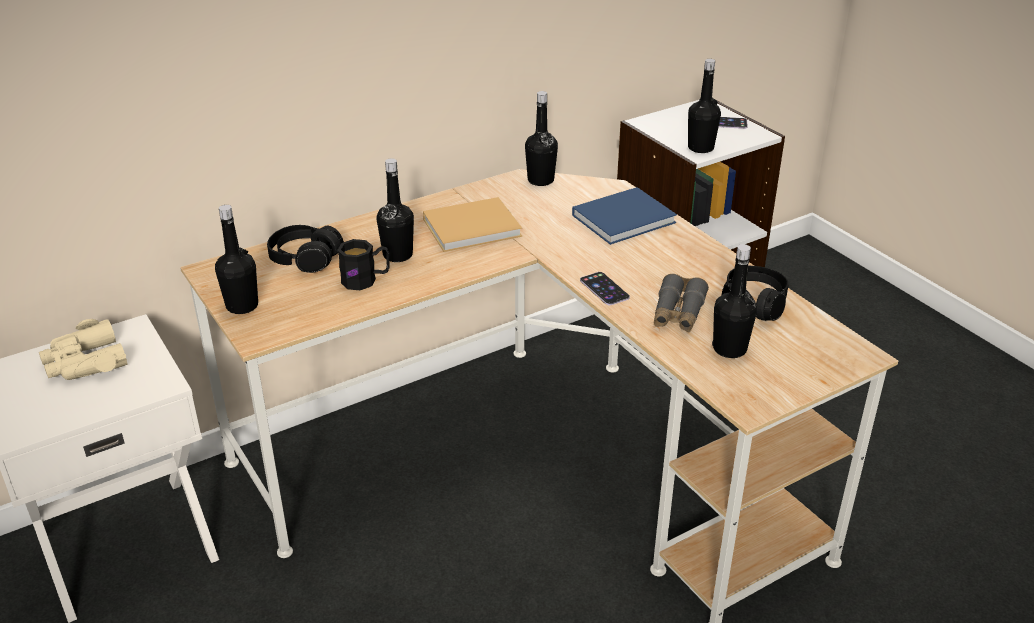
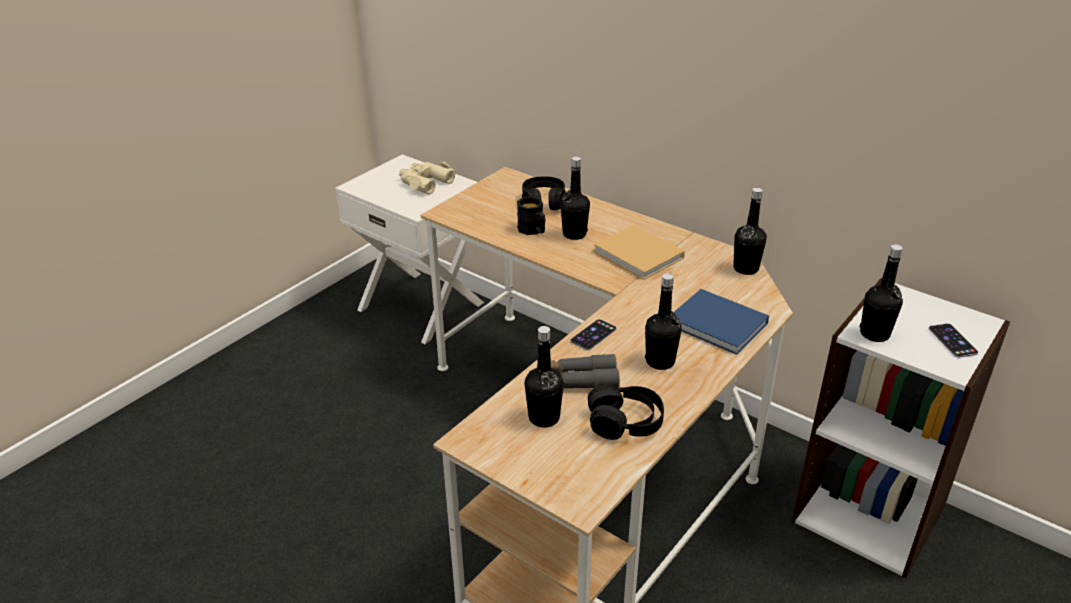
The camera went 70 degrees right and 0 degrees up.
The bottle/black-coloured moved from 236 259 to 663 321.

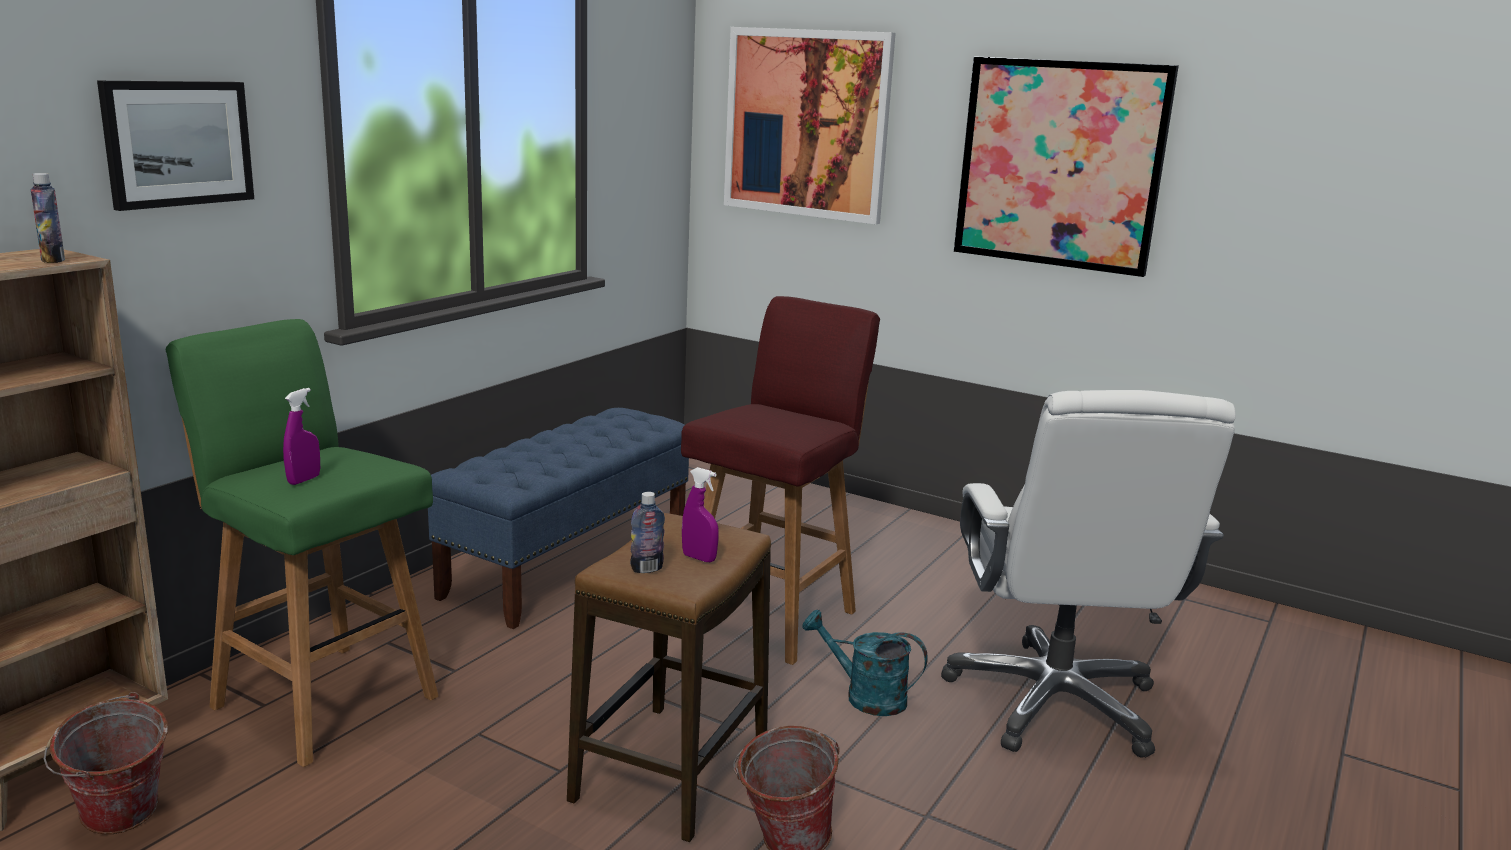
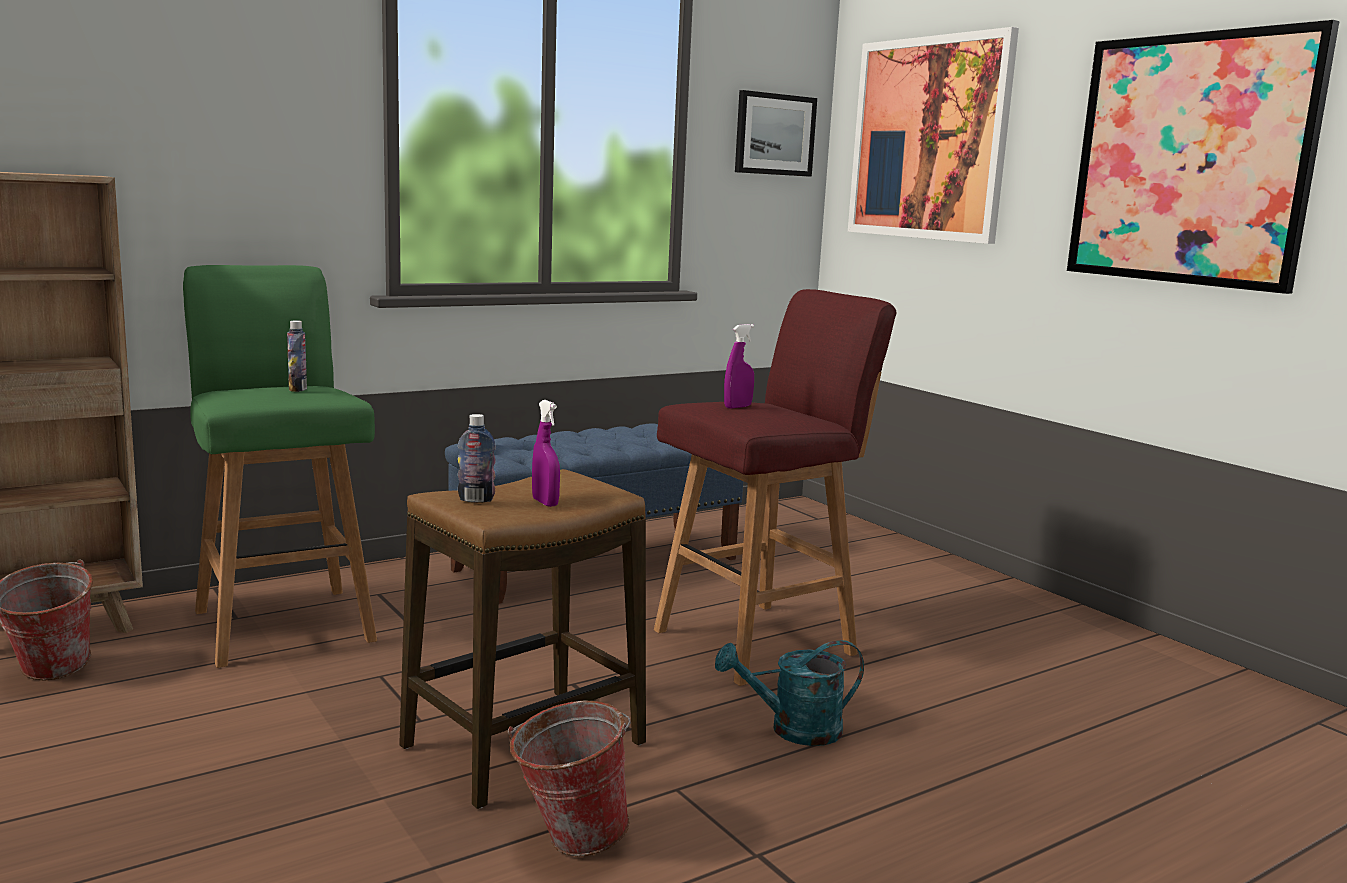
The camera went 25 degrees right and 5 degrees down.
The wall picture moved from 175 146 to 776 133.
The bottle moved from 47 218 to 297 356.
The sprayer/purplish moved from 301 436 to 739 366.
The office chair/whitish at 1088 574 disappeared.
The sprinkling can/turquoise at 865 662 turned 60 degrees counterclockwise.

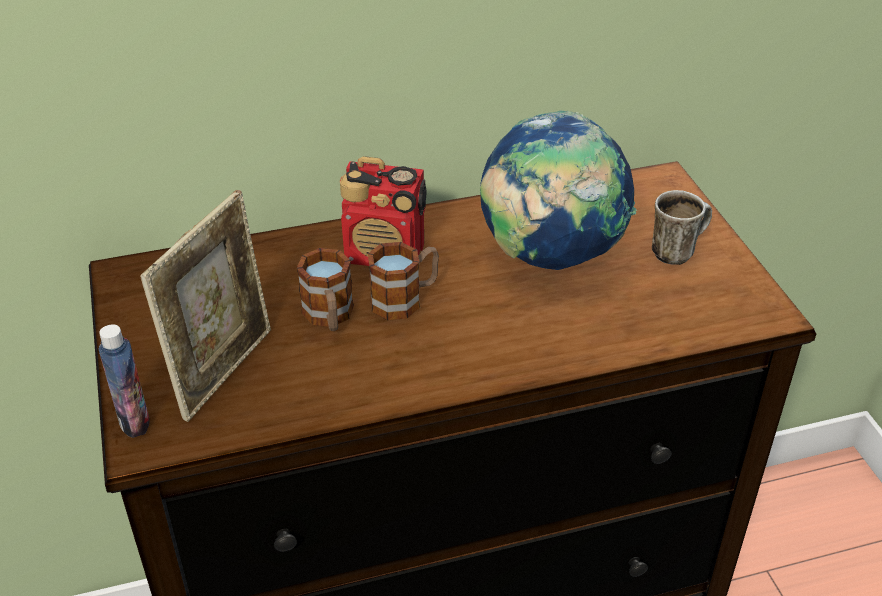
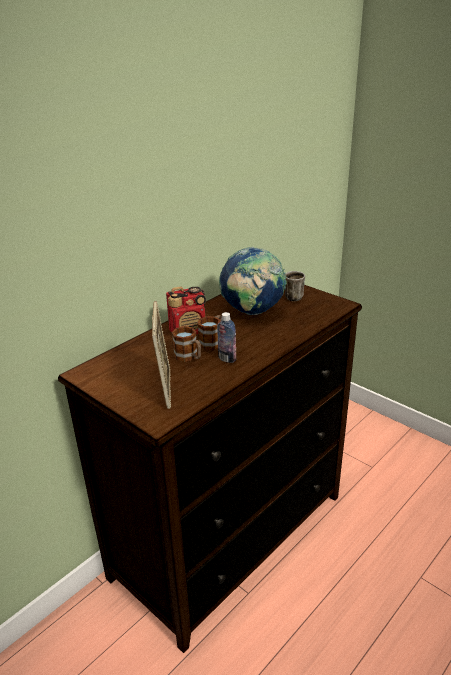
The camera went 30 degrees left and 10 degrees down.
The bottle moved from 124 381 to 226 337.

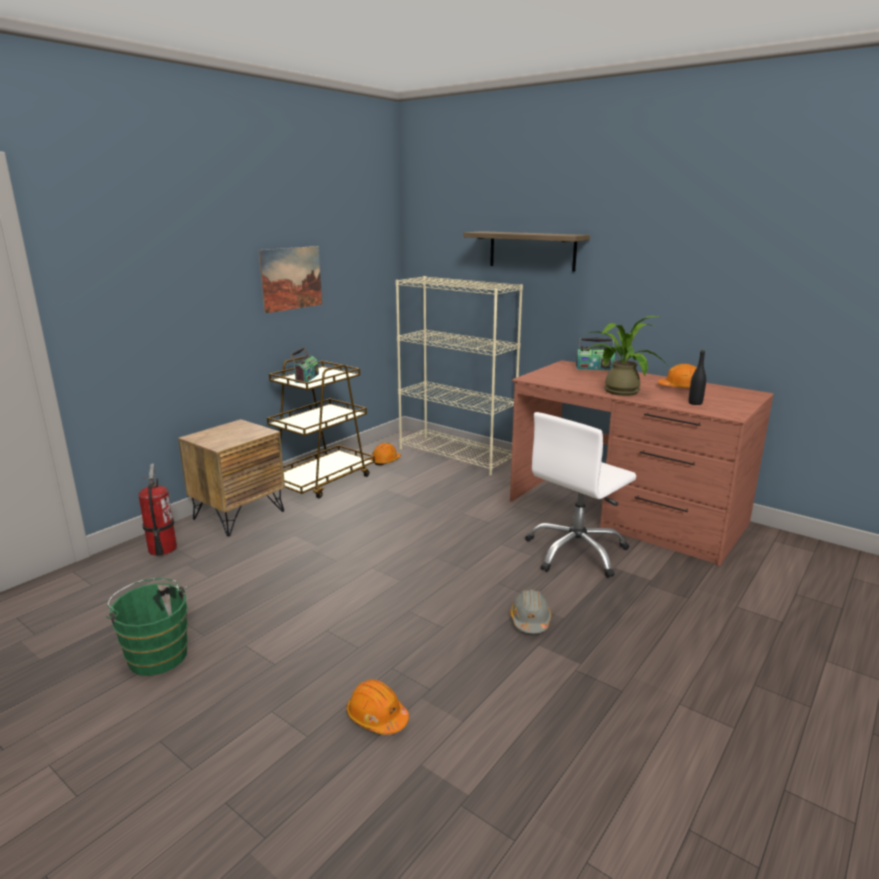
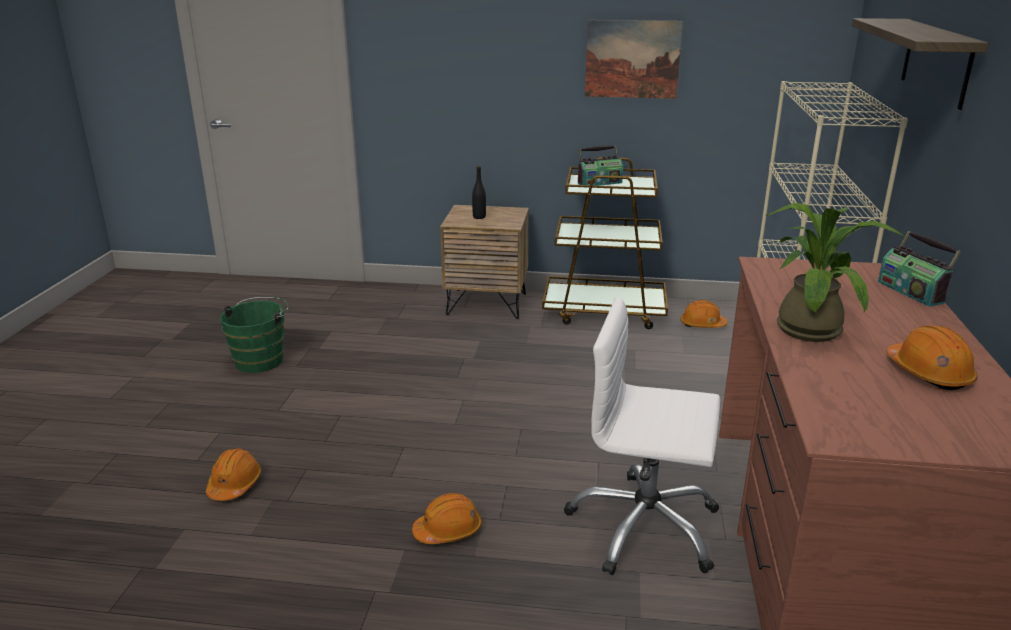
The camera went 60 degrees right and 5 degrees up.
The bottle/black-coloured moved from 697 377 to 479 192.
The extinguisher at 157 509 disappeared.
The safety helmet/greyish at 531 611 became the safety helmet/orange at 447 518.

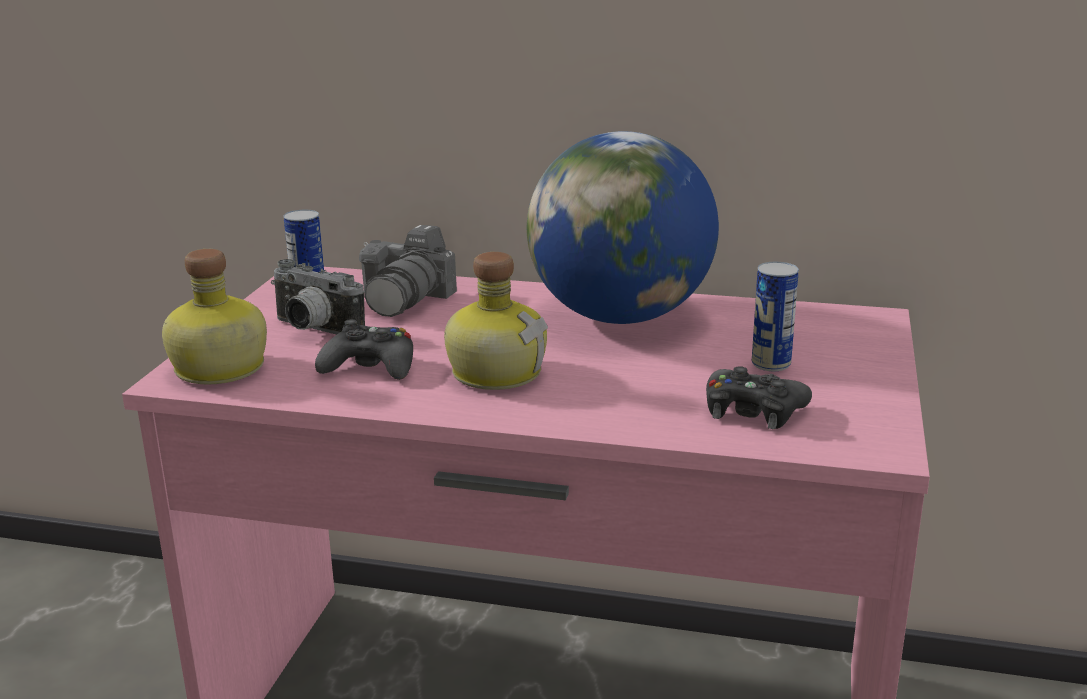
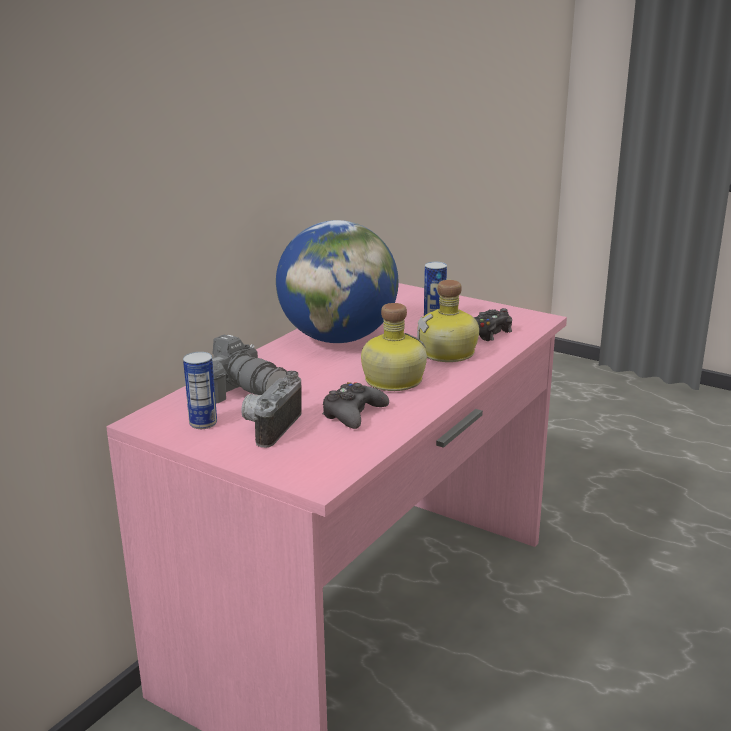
The camera went 70 degrees left and 0 degrees up.
The bottle moved from 214 317 to 448 321.
The photo camera at 318 297 turned 150 degrees clockwise.

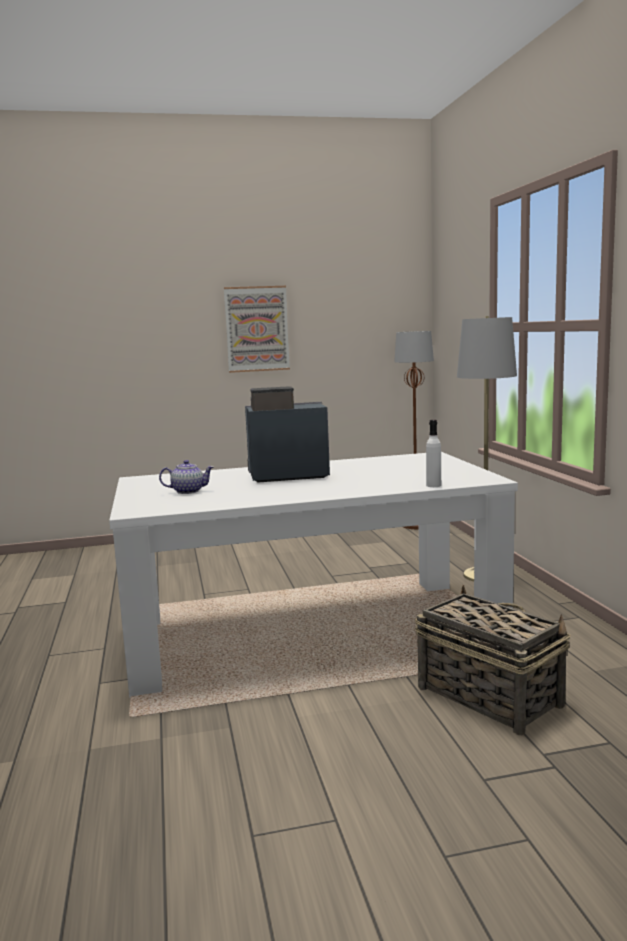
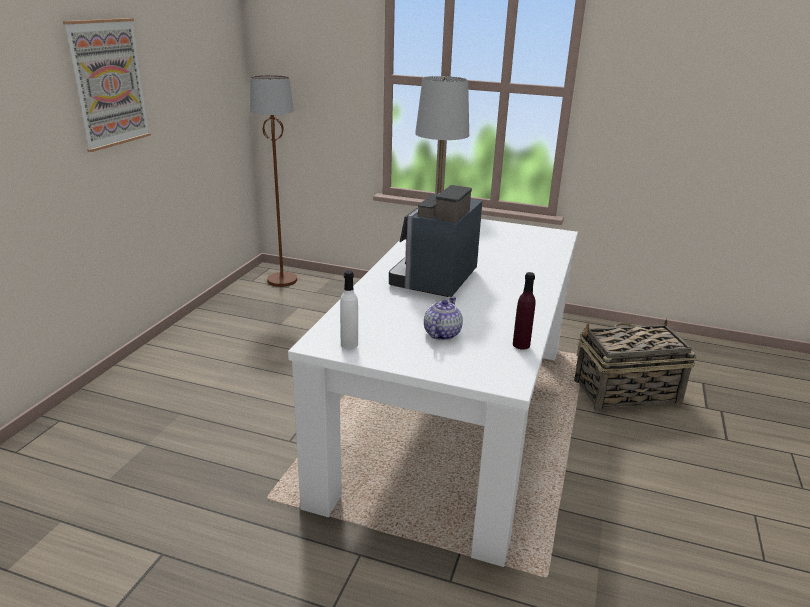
The camera went 60 degrees left and 15 degrees up.
The bottle/whitish moved from 433 453 to 349 309.
The bottle/purplish at 524 311 appeared.

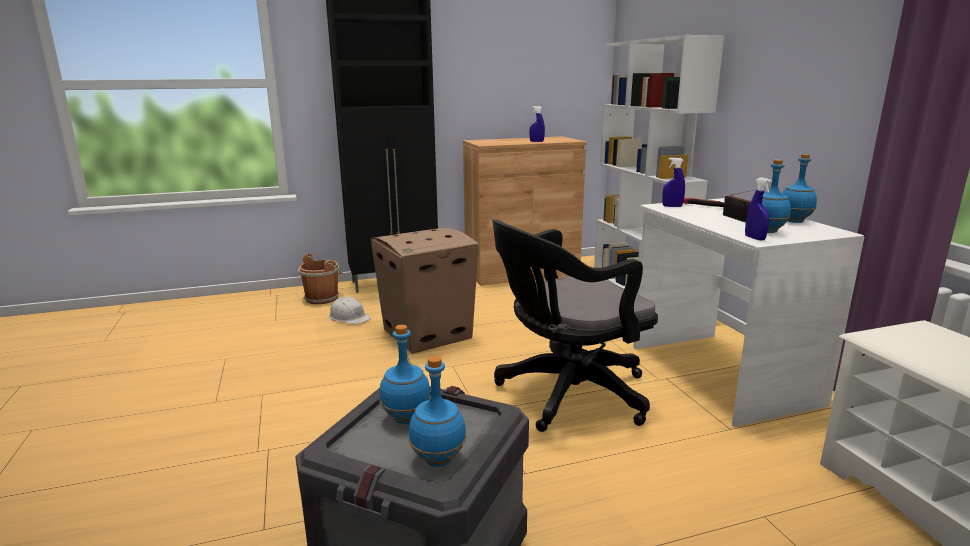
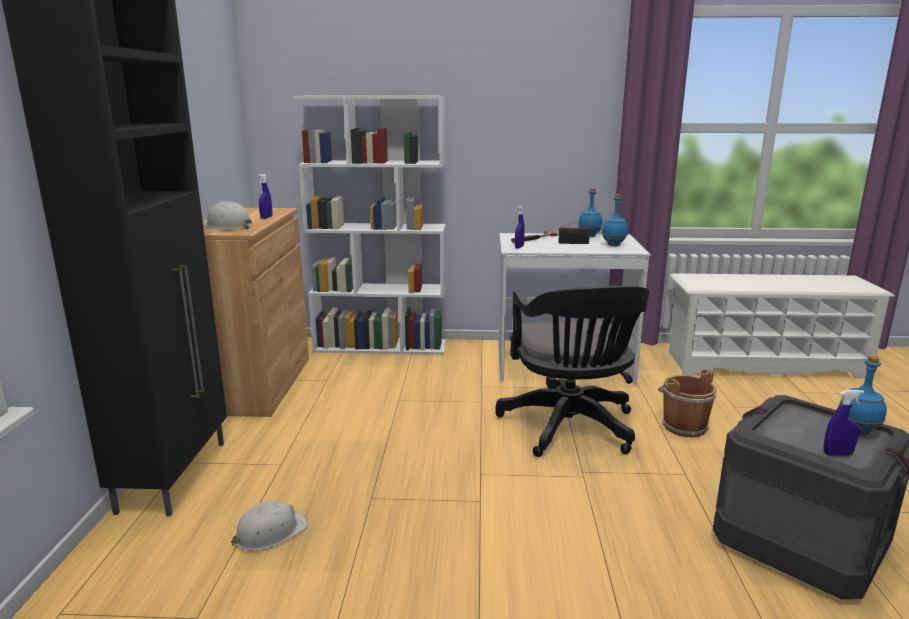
The camera went 70 degrees left and 0 degrees up.
The sprayer/blue moved from 758 208 to 844 423.
The cardboard box at 425 291 disappeared.
The pail/brown moved from 319 278 to 687 403.
The bottle/blue at 405 374 disappeared.
The safety helmet/whitish at 228 215 appeared.

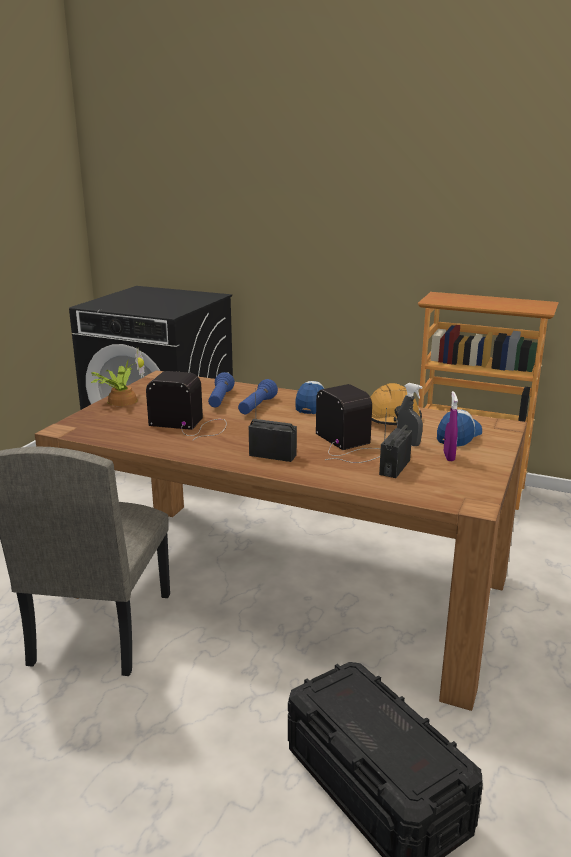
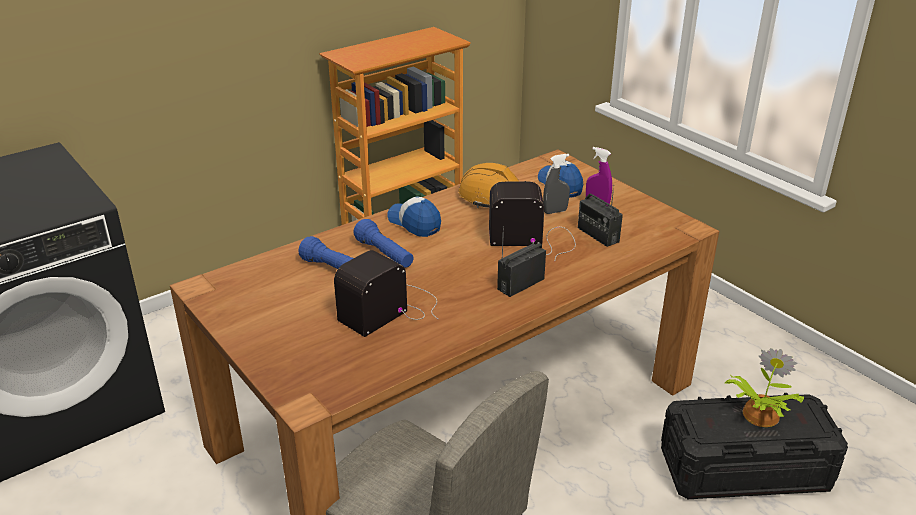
The camera went 60 degrees left and 10 degrees up.
The potted plant moved from 118 377 to 764 387.

